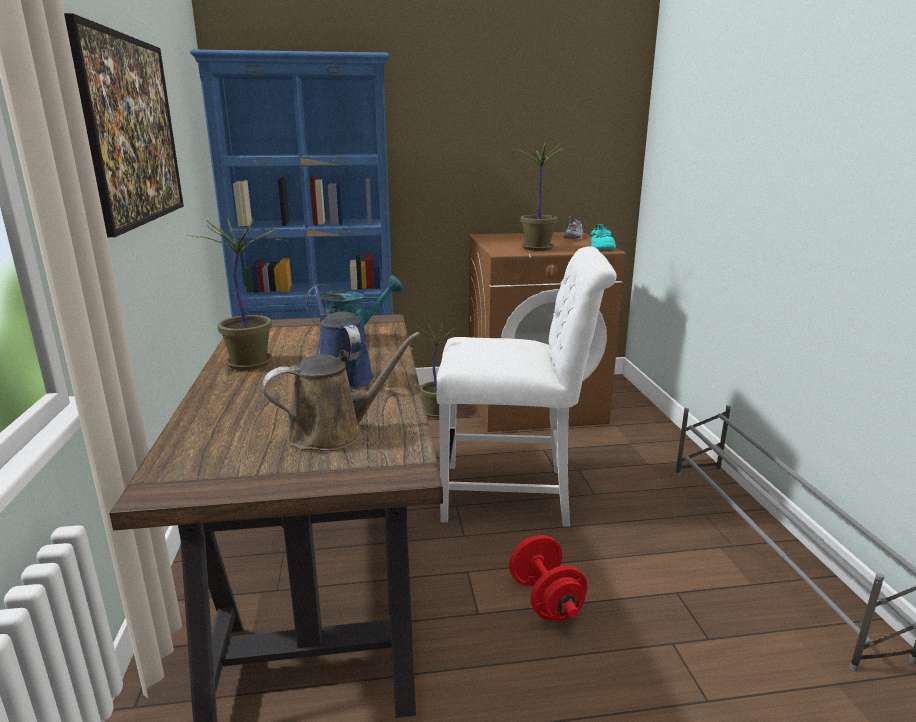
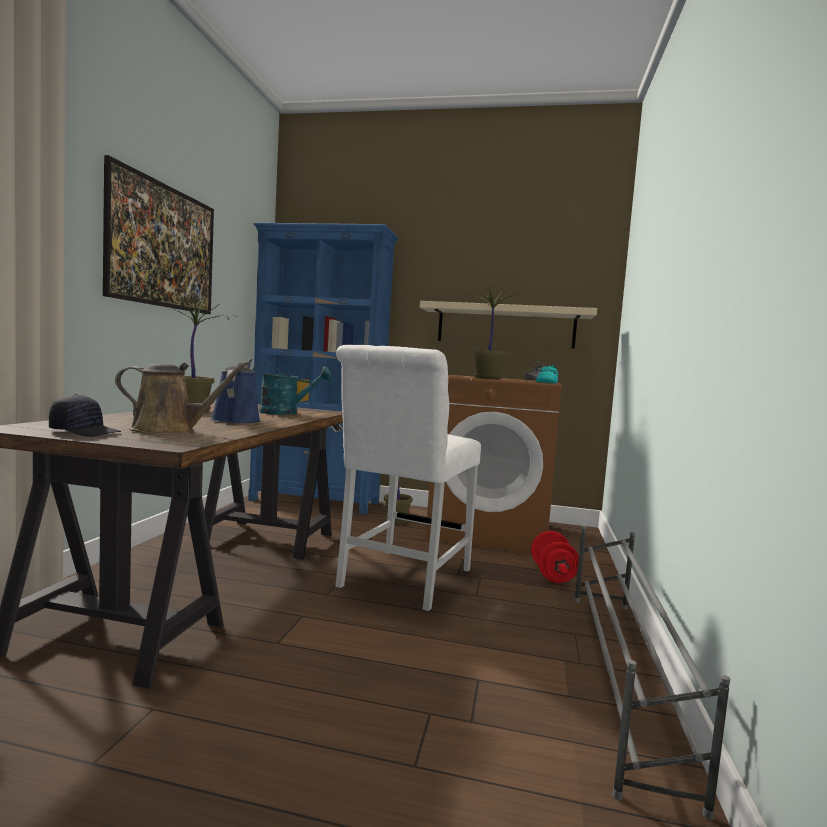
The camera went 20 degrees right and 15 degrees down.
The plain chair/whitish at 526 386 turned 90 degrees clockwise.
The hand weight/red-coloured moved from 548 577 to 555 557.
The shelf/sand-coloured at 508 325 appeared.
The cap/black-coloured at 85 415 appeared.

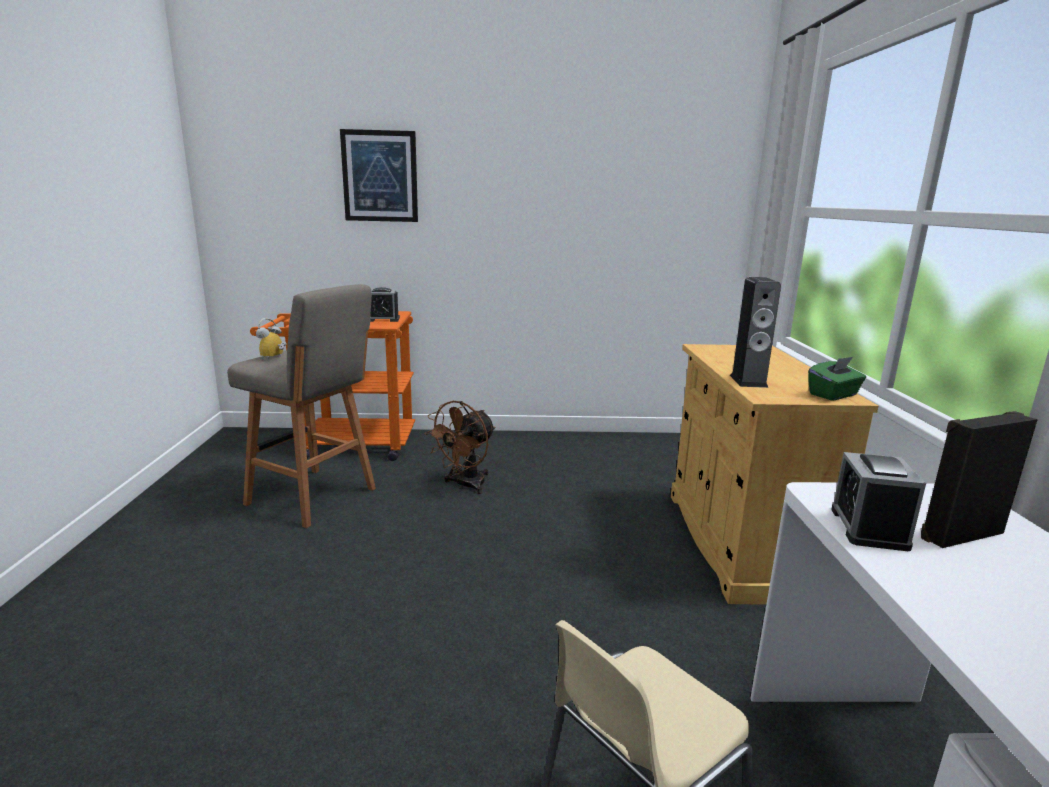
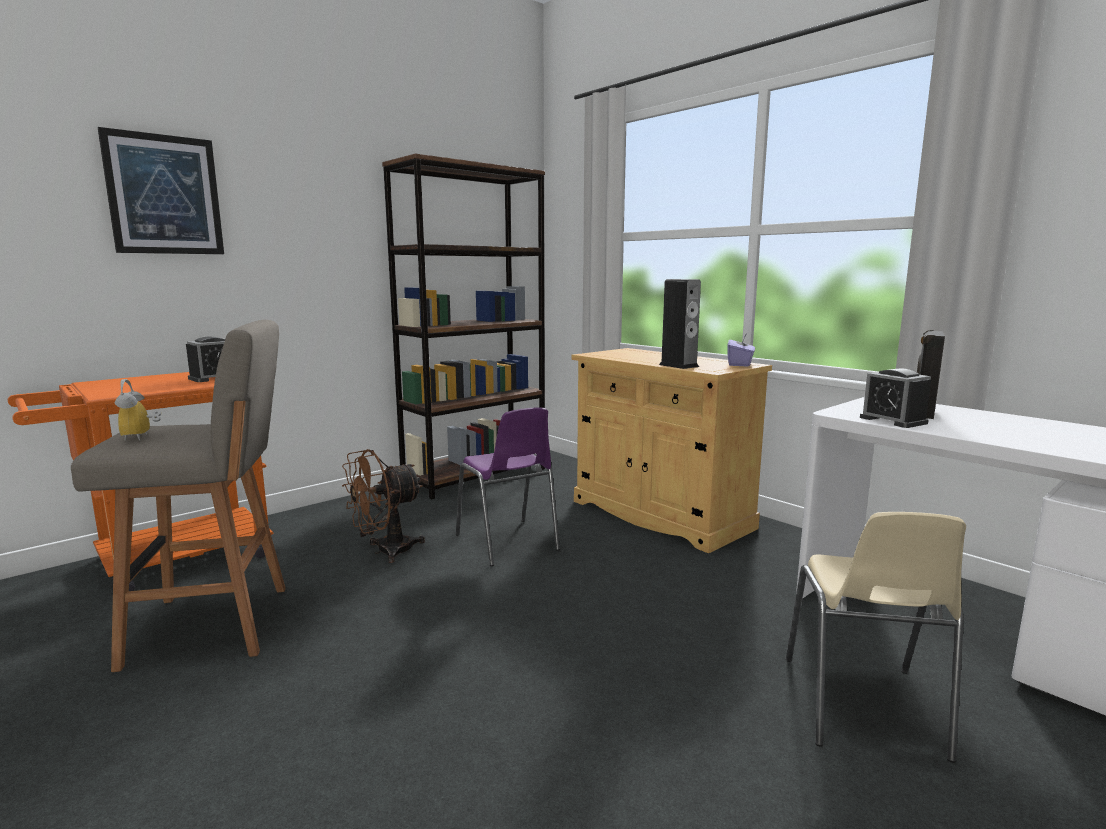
The camera went 40 degrees left and 5 degrees down.
The tissue holder/greenish at 837 379 became the tissue holder/purplish at 741 350.
The cooling fan/brown at 460 447 turned 60 degrees clockwise.
The bookcase/brown at 463 326 appeared.
The plain chair/purplish at 508 487 appeared.

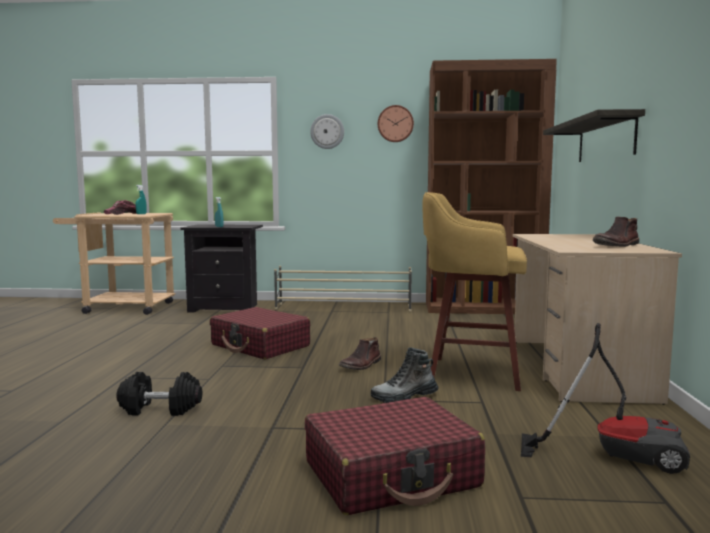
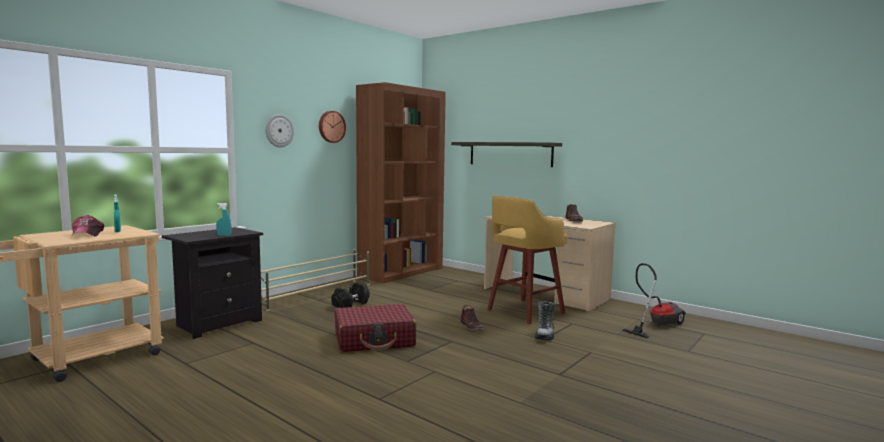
The camera went 55 degrees left and 0 degrees up.
The hand weight/black-coloured moved from 159 394 to 350 295.
The travel case/red-coloured at 395 456 disappeared.

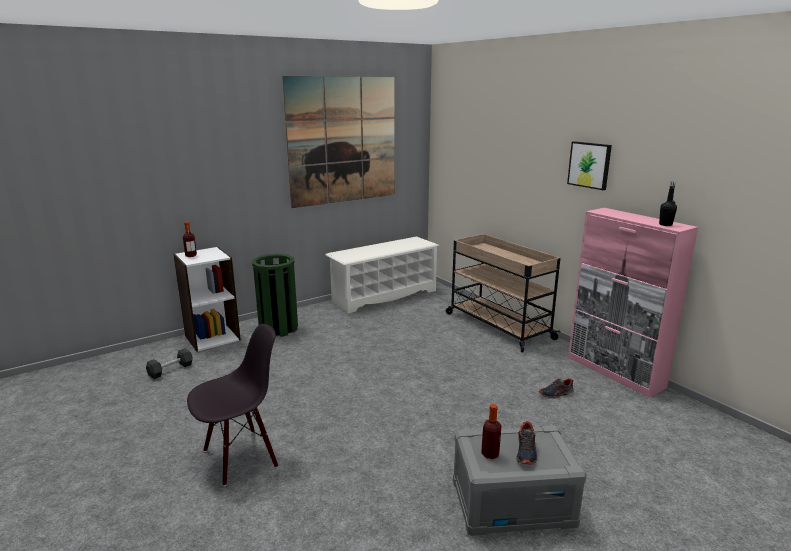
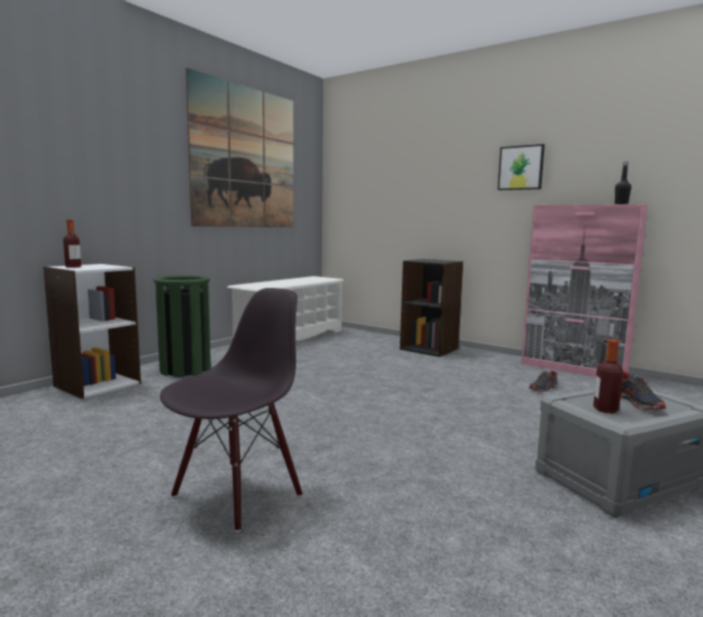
The camera went 20 degrees left and 10 degrees down.
The trolley/sand-coloured at 503 293 was replaced by the bookcase/black-coloured at 431 308.
The hand weight/black-coloured at 169 363 disappeared.

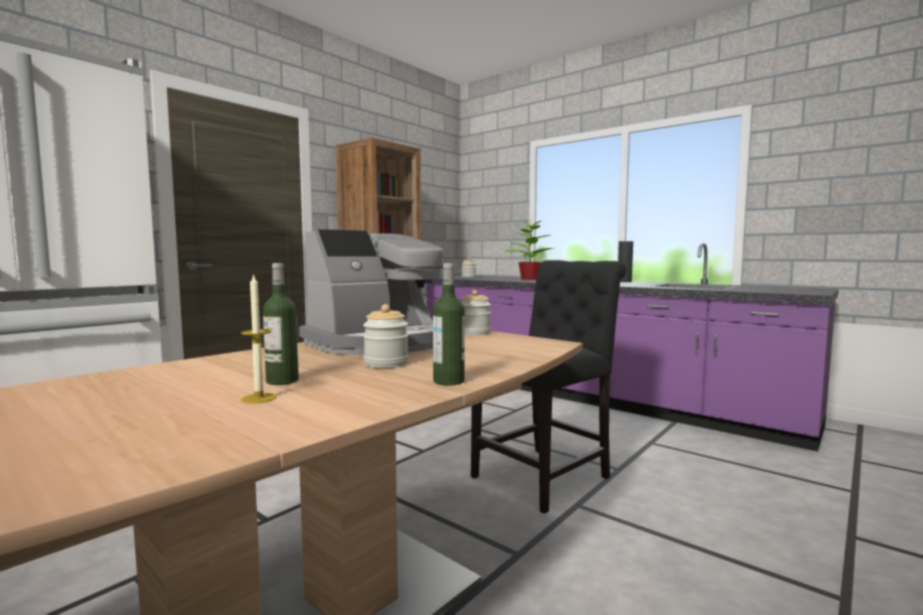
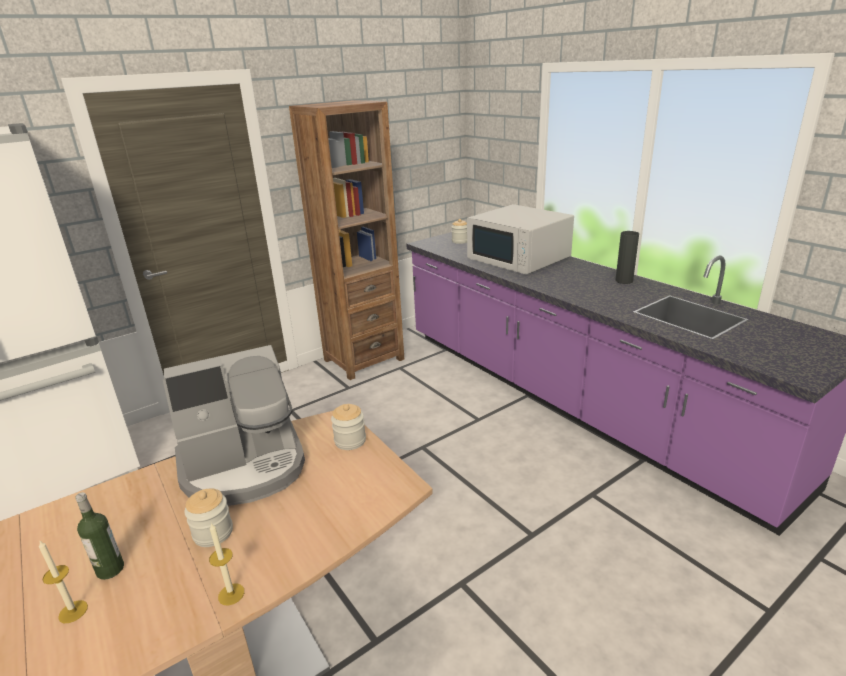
The camera went 15 degrees right and 20 degrees up.
The potted plant at 529 250 was replaced by the kitchen microwave/whitish at 520 239.
The plain chair/black-coloured at 548 387 disappeared.
The bottle at 448 324 was replaced by the wax light at 226 564.

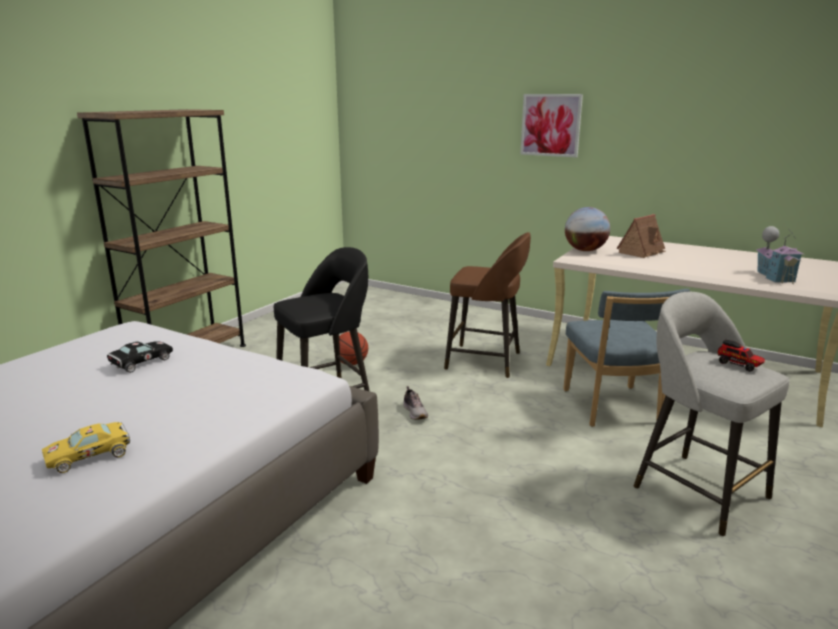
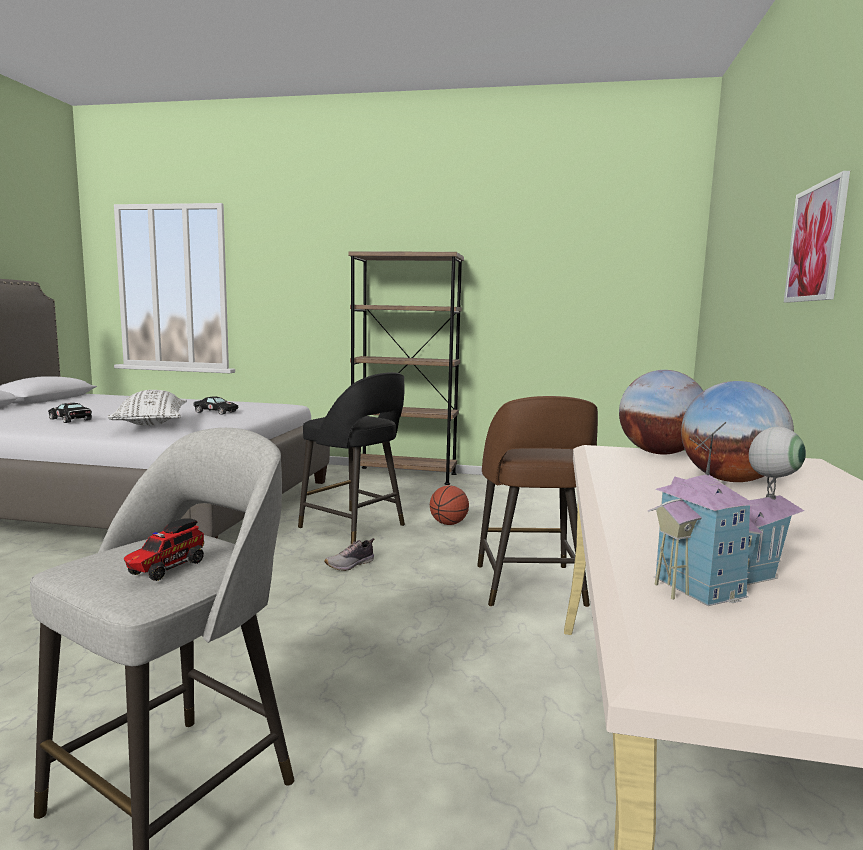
The camera went 70 degrees right and 10 degrees down.
The miniature house at 641 236 was replaced by the globe at 737 431.
The plain chair/blue at 626 358 disappeared.
The model car/yellow at 86 447 became the model car/black-coloured at 70 413.
The throw pillow/whitish at 147 408 appeared.

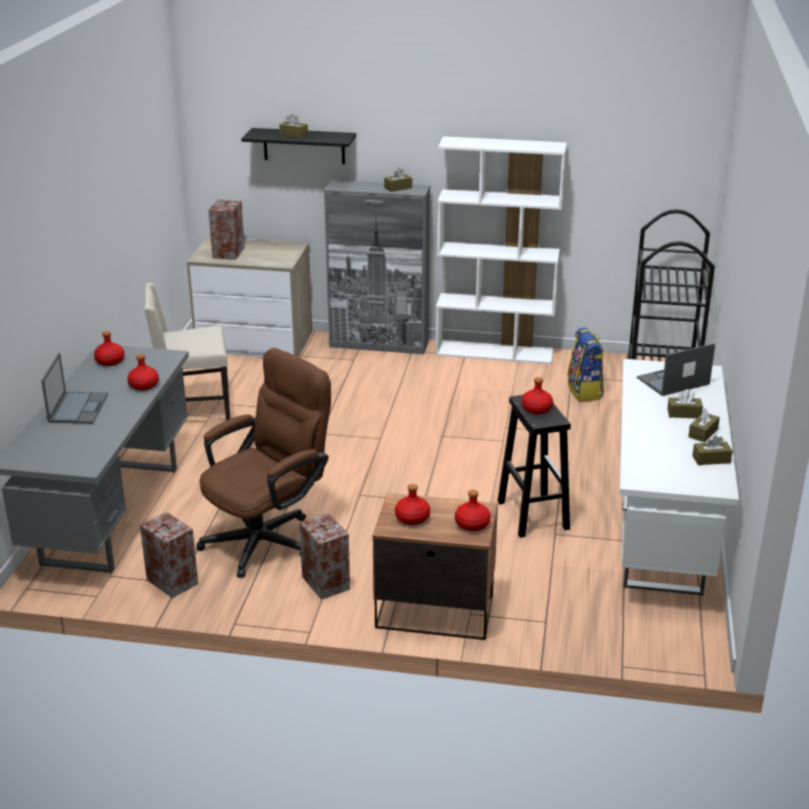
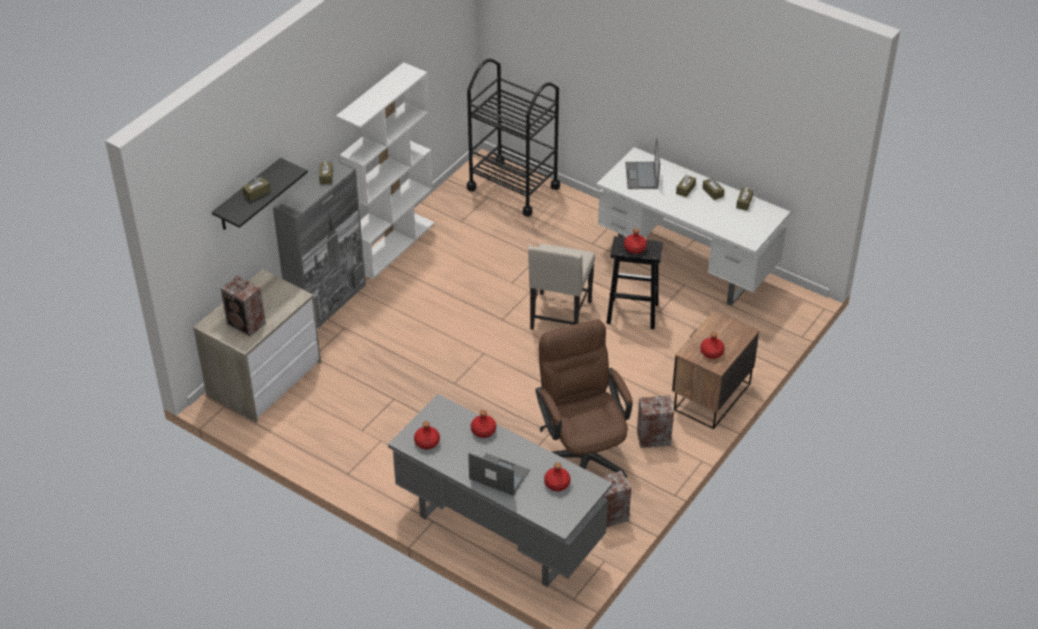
The camera went 65 degrees left and 15 degrees up.
The plain chair/sand-coloured moved from 187 351 to 561 286.
The rucksack at 585 364 disappeared.
The bottle/red-coloured moved from 473 510 to 557 477.

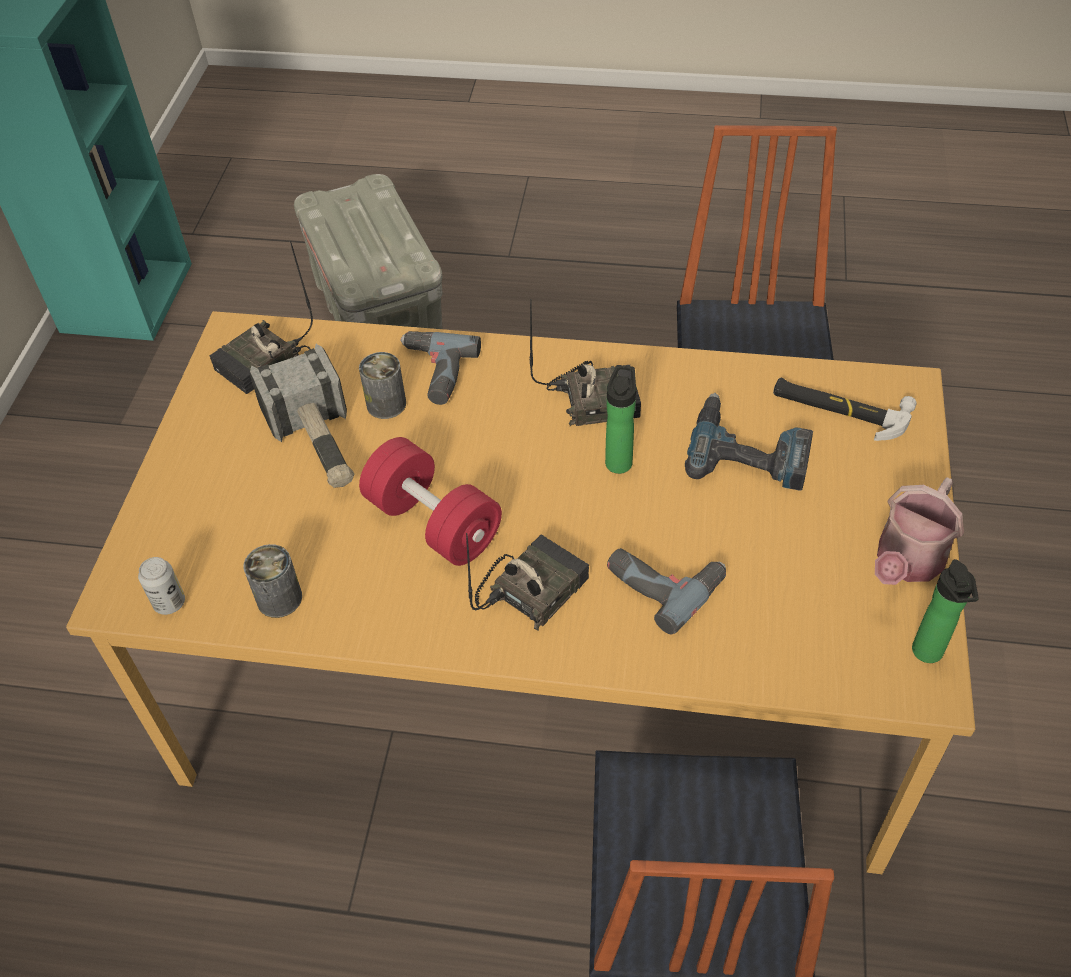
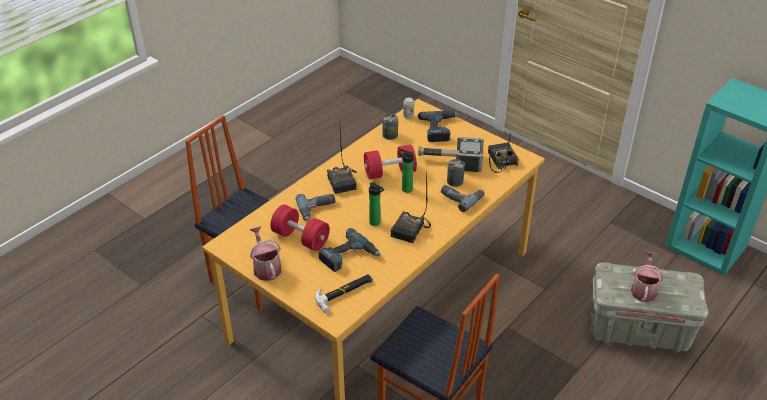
The camera went 120 degrees right and 10 degrees down.
The bottle moved from 945 611 to 406 171.
The electric drill at 438 126 appeared.
The hand weight/red-coloured at 300 228 appeared.
The sprinkling can at 647 277 appeared.

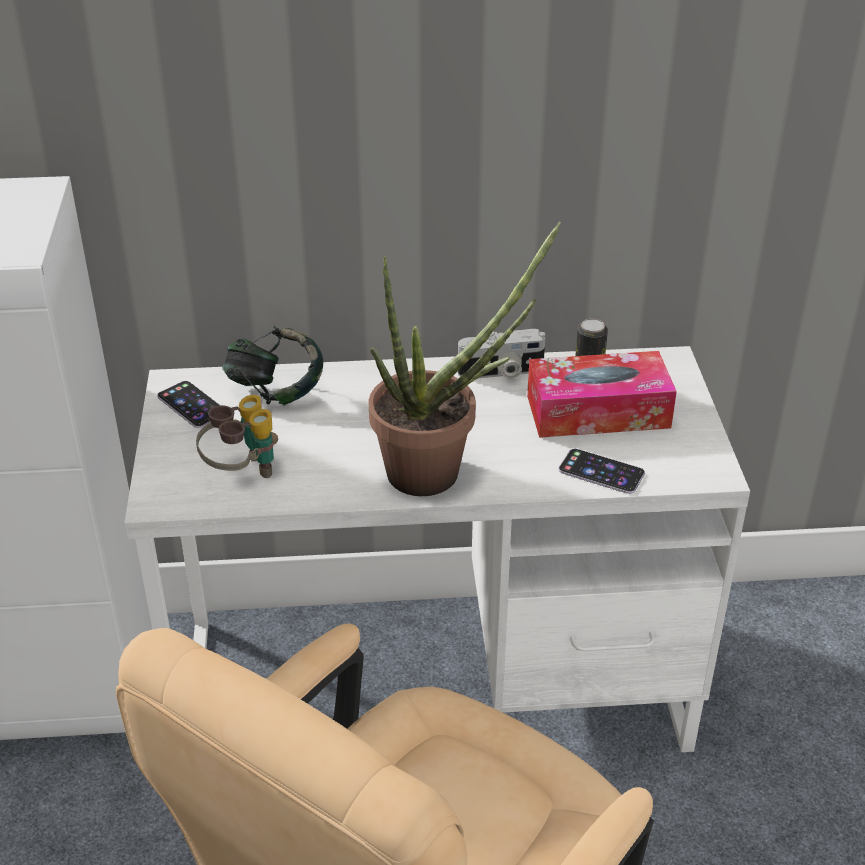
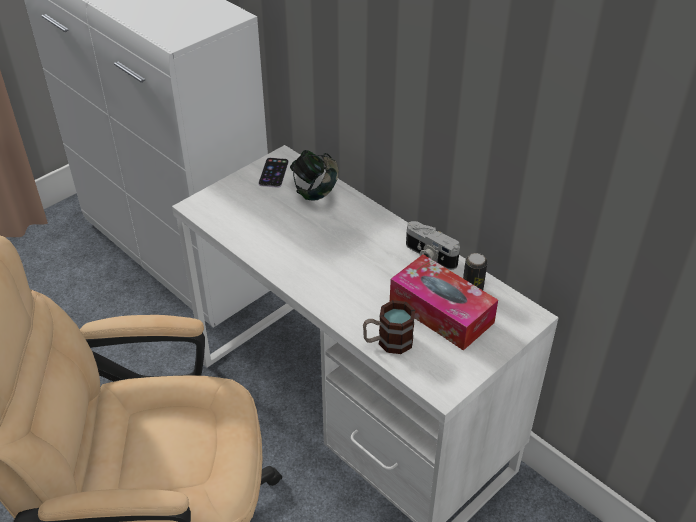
The camera went 50 degrees right and 5 degrees up.
The potted plant at 465 358 disappeared.
The binoculars at 237 436 disappeared.
The phone at 601 471 was replaced by the coffee mug at 389 327.

